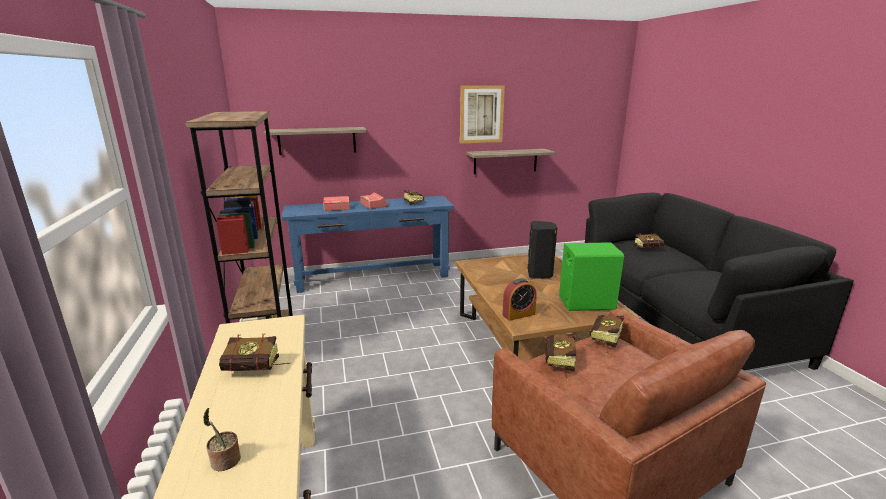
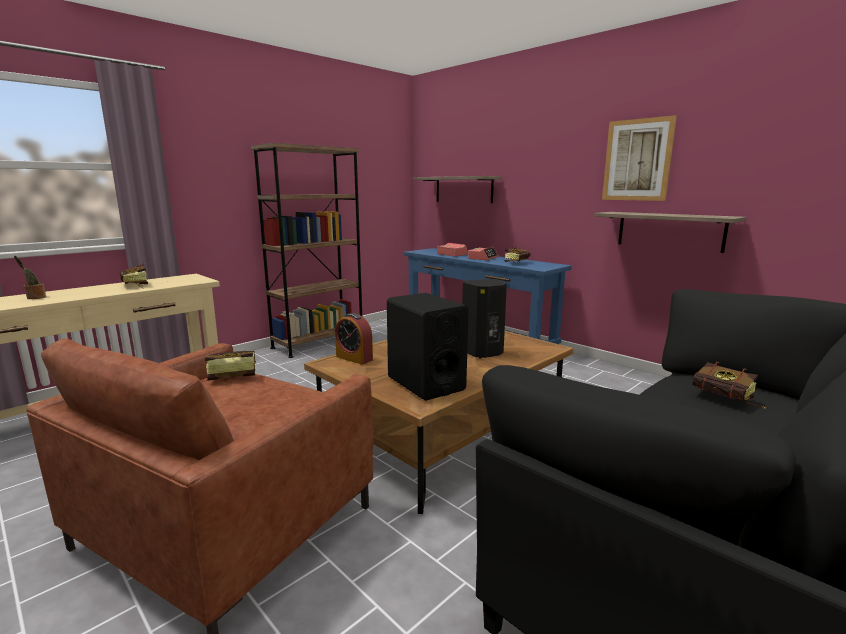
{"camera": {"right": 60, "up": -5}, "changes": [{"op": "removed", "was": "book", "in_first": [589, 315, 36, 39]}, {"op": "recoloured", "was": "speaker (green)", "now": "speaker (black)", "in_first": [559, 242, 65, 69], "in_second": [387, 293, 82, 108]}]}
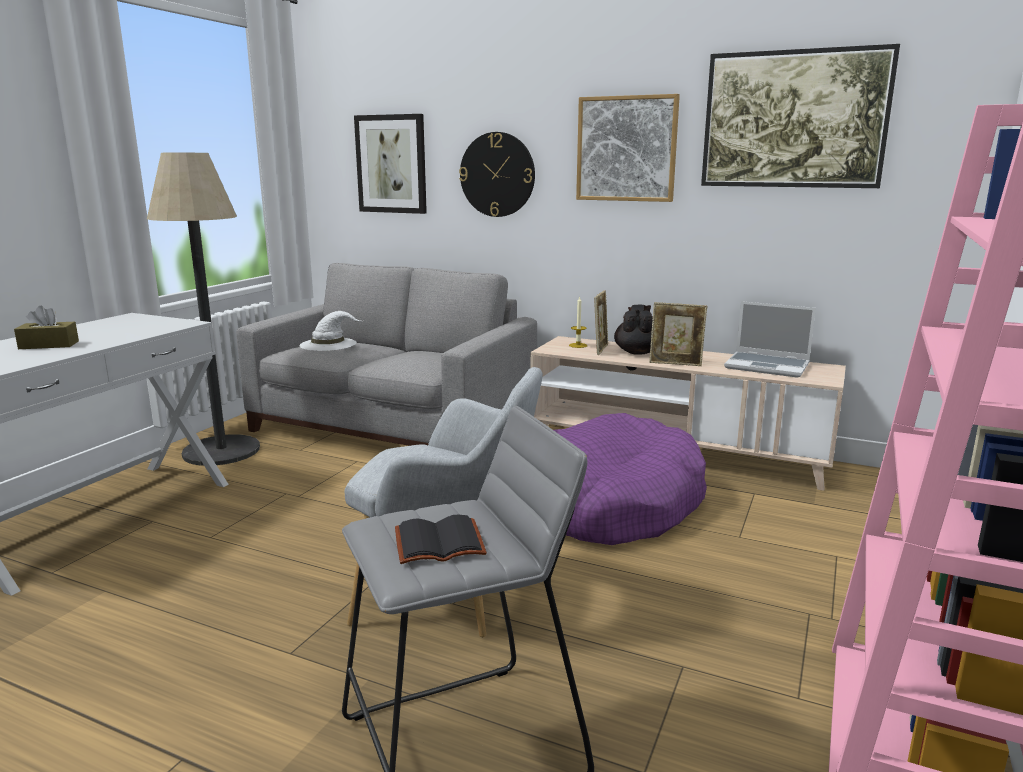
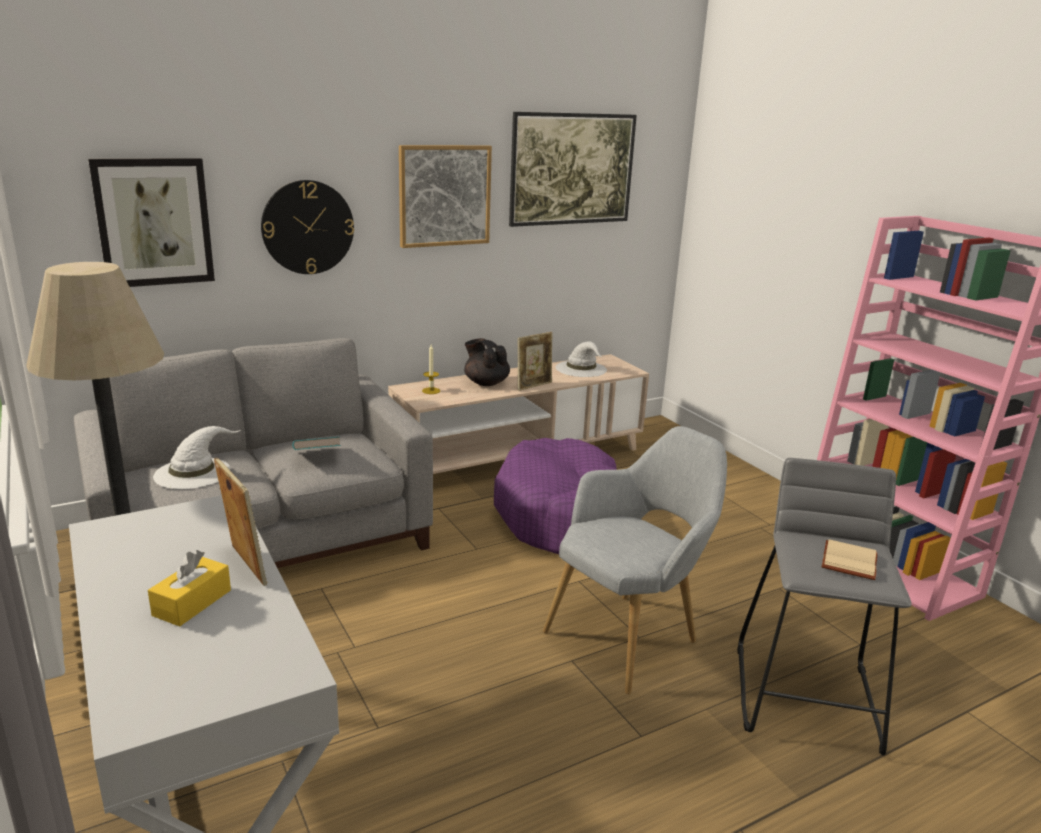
{"camera": {"right": -55, "up": 5}, "changes": [{"op": "added", "now": "book (turquoise)", "in_second": [292, 437, 49, 13]}, {"op": "moved", "was": "picture frame", "in_first": [594, 290, 15, 65], "in_second": [214, 458, 53, 128]}, {"op": "replaced", "was": "laptop", "now": "hat (white)", "in_first": [724, 301, 92, 77], "in_second": [556, 341, 51, 36]}, {"op": "recoloured", "was": "tissue box (brown)", "now": "tissue box (yellow)", "in_first": [14, 306, 65, 43], "in_second": [148, 550, 83, 76]}, {"op": "recoloured", "was": "book (black)", "now": "book (beige)", "in_first": [395, 514, 92, 50], "in_second": [822, 539, 55, 41]}]}
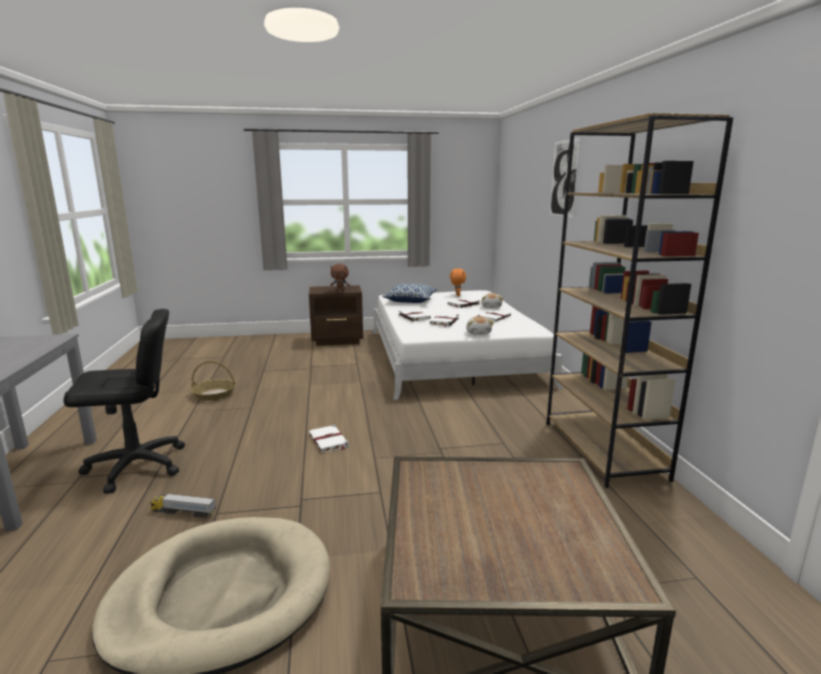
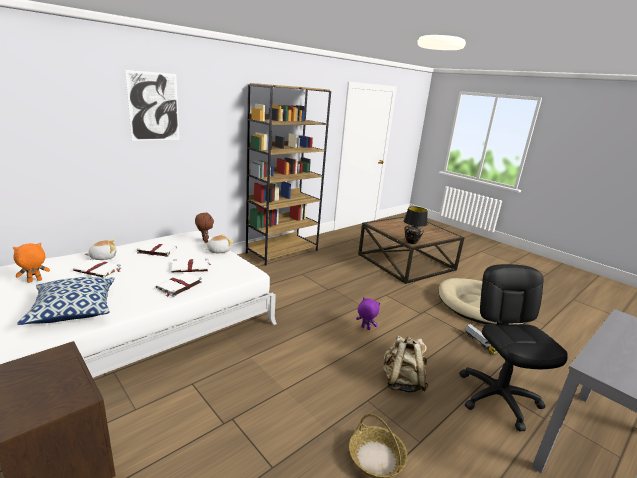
{"camera": {"right": -125, "up": 5}, "changes": [{"op": "added", "now": "backpack (beige)", "in_second": [383, 336, 46, 57]}, {"op": "added", "now": "table lamp (black)", "in_second": [404, 206, 24, 38]}, {"op": "moved", "was": "plush toy (brown)", "in_first": [330, 264, 20, 28], "in_second": [195, 212, 19, 31]}, {"op": "replaced", "was": "book (white)", "now": "plush toy (purple)", "in_first": [309, 425, 40, 28], "in_second": [356, 297, 24, 33]}, {"op": "turned", "was": "office chair (black)", "in_first": [63, 309, 122, 185], "in_second": [459, 264, 109, 167], "clockwise": 45}]}
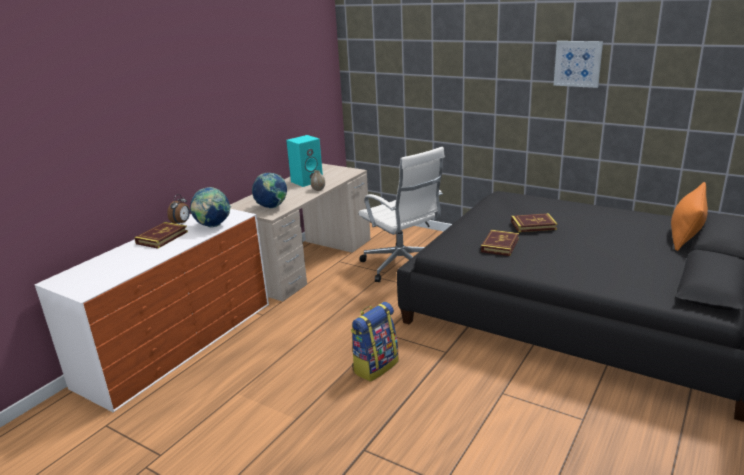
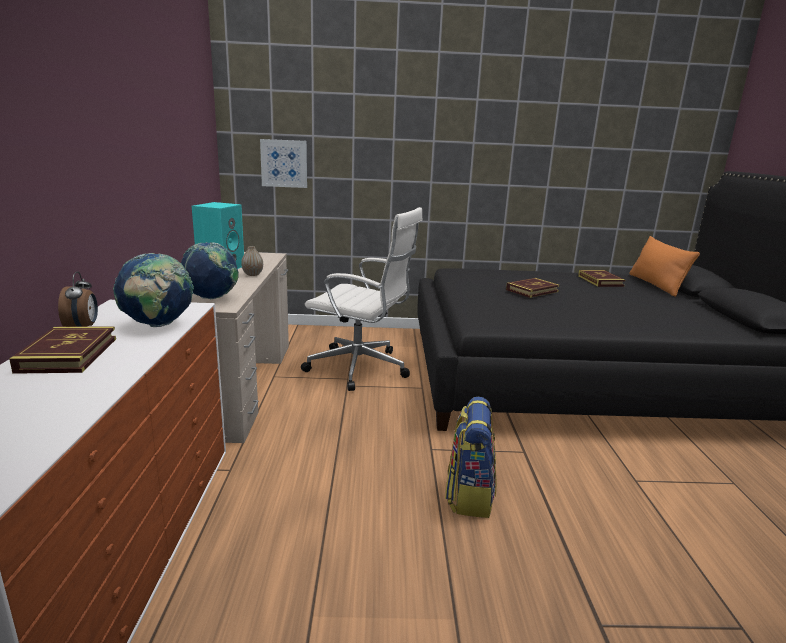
{"camera": {"right": -35, "up": -5}, "changes": [{"op": "moved", "was": "book", "in_first": [481, 230, 38, 26], "in_second": [578, 270, 47, 17]}, {"op": "moved", "was": "picture", "in_first": [554, 41, 49, 47], "in_second": [260, 139, 47, 49]}]}
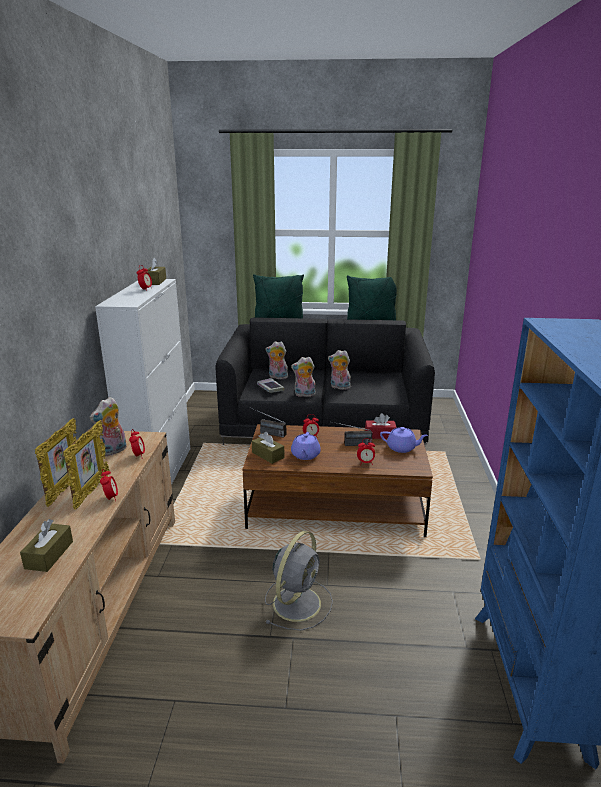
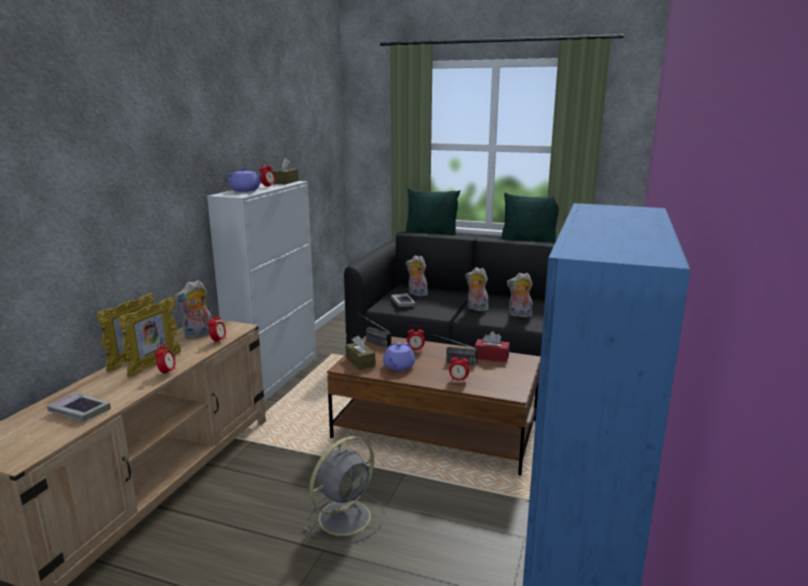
{"camera": {"right": 15, "up": -5}, "changes": [{"op": "moved", "was": "plush toy", "in_first": [291, 357, 25, 40], "in_second": [507, 273, 26, 44]}, {"op": "moved", "was": "teapot (purple)", "in_first": [380, 427, 48, 26], "in_second": [227, 167, 35, 25]}, {"op": "replaced", "was": "tissue box (brown)", "now": "book", "in_first": [20, 519, 53, 53], "in_second": [47, 392, 64, 29]}]}
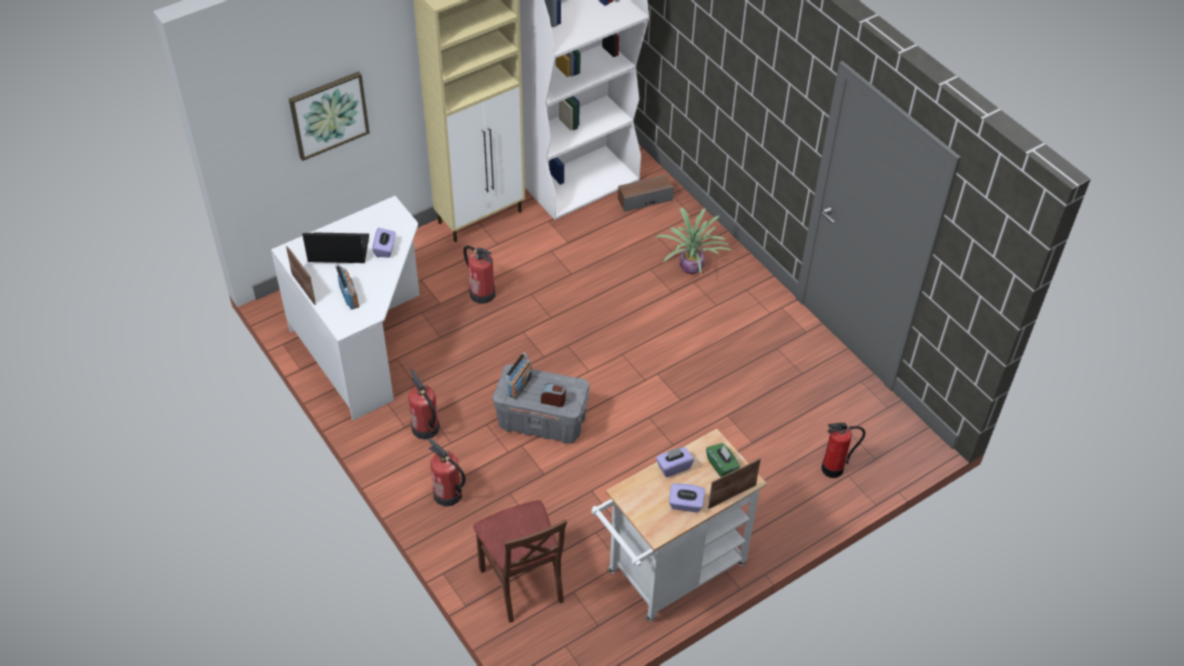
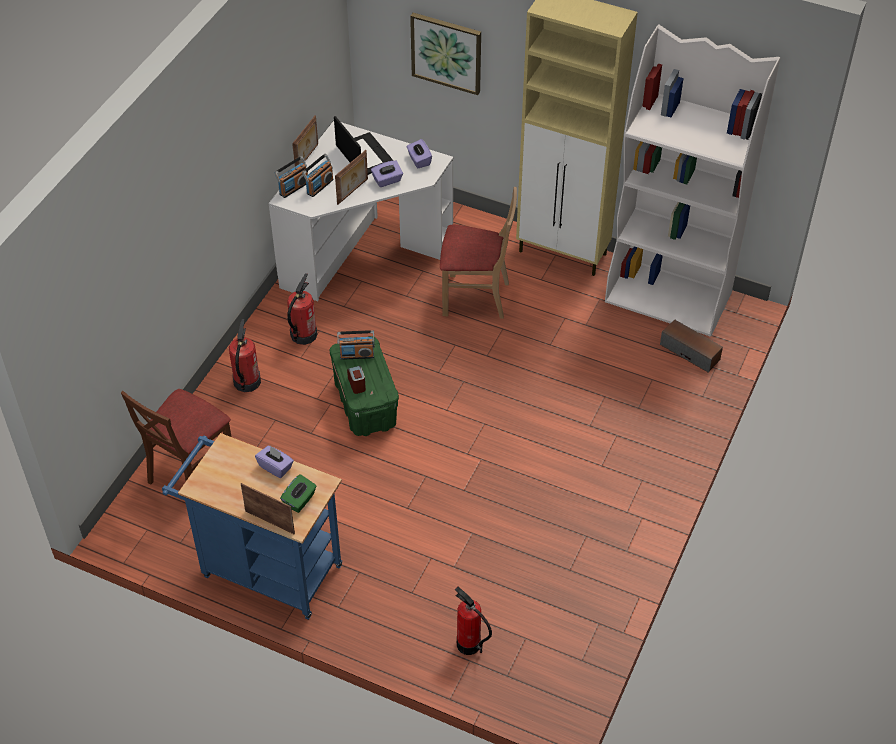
{"camera": {"right": 60, "up": 0}, "changes": [{"op": "removed", "was": "potted plant", "in_first": [654, 208, 78, 66]}, {"op": "added", "now": "radio", "in_second": [275, 156, 33, 42]}, {"op": "added", "now": "picture frame", "in_second": [335, 150, 33, 55]}, {"op": "moved", "was": "tissue box (purple)", "in_first": [669, 483, 36, 29], "in_second": [407, 139, 25, 29]}, {"op": "replaced", "was": "fire extinguisher", "now": "chair (beige)", "in_first": [463, 245, 32, 59], "in_second": [440, 187, 77, 132]}, {"op": "recoloured", "was": "storage box (grey)", "now": "storage box (green)", "in_first": [493, 364, 97, 80], "in_second": [330, 336, 69, 100]}, {"op": "recoloured", "was": "cart (white)", "now": "cart (blue)", "in_first": [592, 428, 175, 194], "in_second": [162, 433, 180, 187]}]}
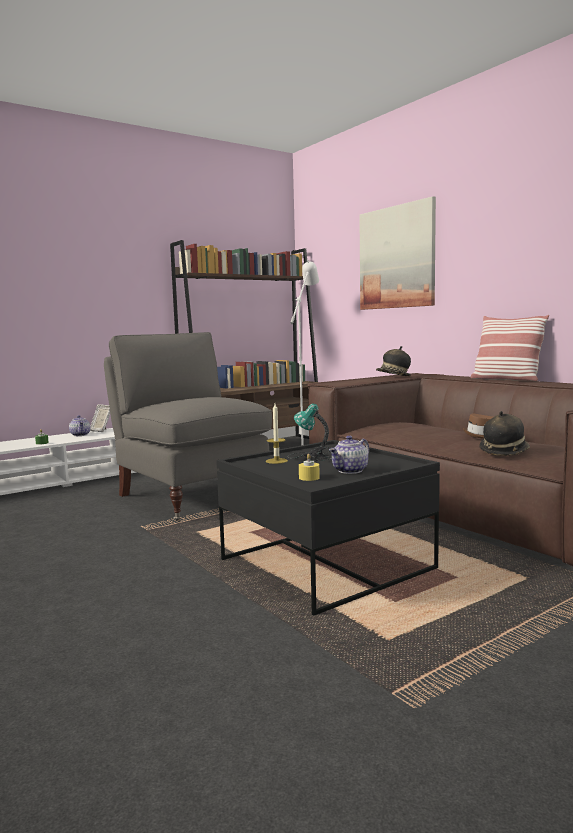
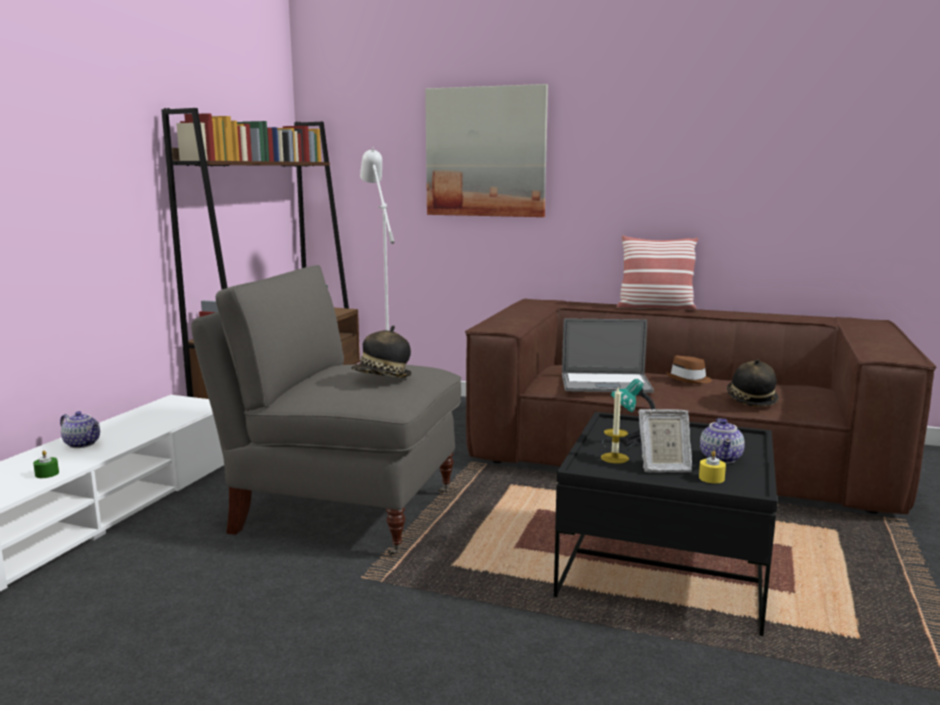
{"camera": {"right": -35, "up": 5}, "changes": [{"op": "added", "now": "laptop", "in_second": [562, 318, 92, 75]}, {"op": "moved", "was": "picture frame", "in_first": [90, 404, 20, 28], "in_second": [638, 409, 54, 64]}, {"op": "moved", "was": "hat", "in_first": [376, 346, 35, 30], "in_second": [351, 325, 60, 53]}]}
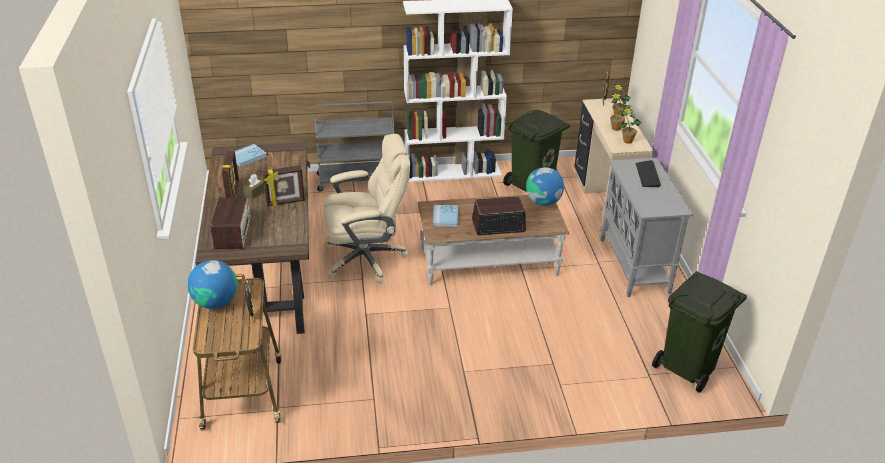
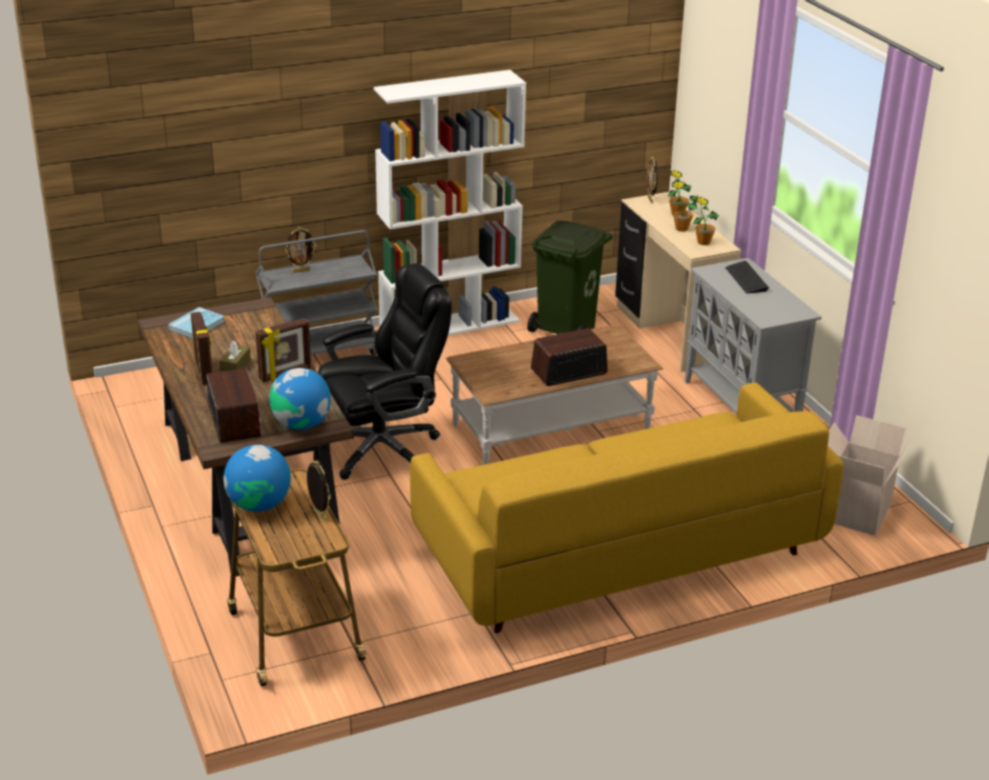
{"camera": {"right": -15, "up": -5}, "changes": [{"op": "removed", "was": "book (blue)", "in_first": [433, 205, 25, 22]}, {"op": "added", "now": "picture frame", "in_second": [285, 227, 31, 46]}, {"op": "added", "now": "sofa (yellow)", "in_second": [410, 382, 433, 251]}, {"op": "moved", "was": "globe", "in_first": [526, 167, 38, 39], "in_second": [269, 368, 62, 62]}, {"op": "replaced", "was": "trash can (green)", "now": "cardboard box", "in_first": [652, 271, 95, 122], "in_second": [828, 415, 84, 121]}, {"op": "recoloured", "was": "office chair (beige)", "now": "office chair (black)", "in_first": [324, 134, 86, 150], "in_second": [318, 263, 134, 217]}]}
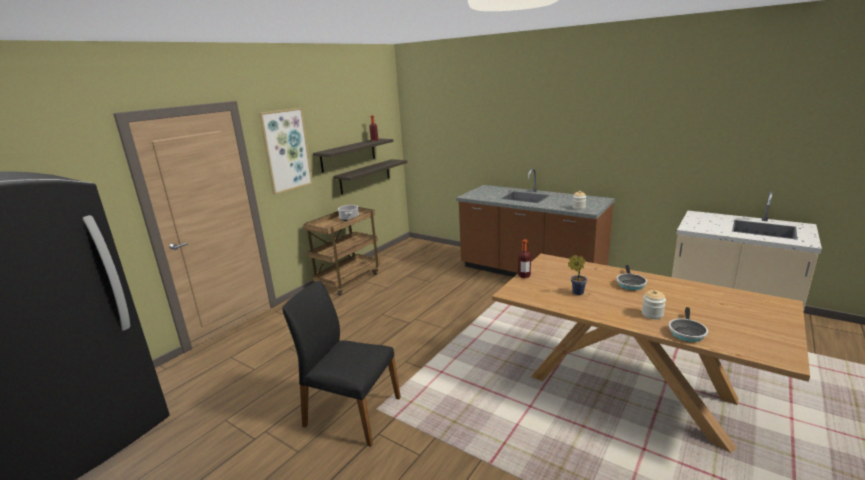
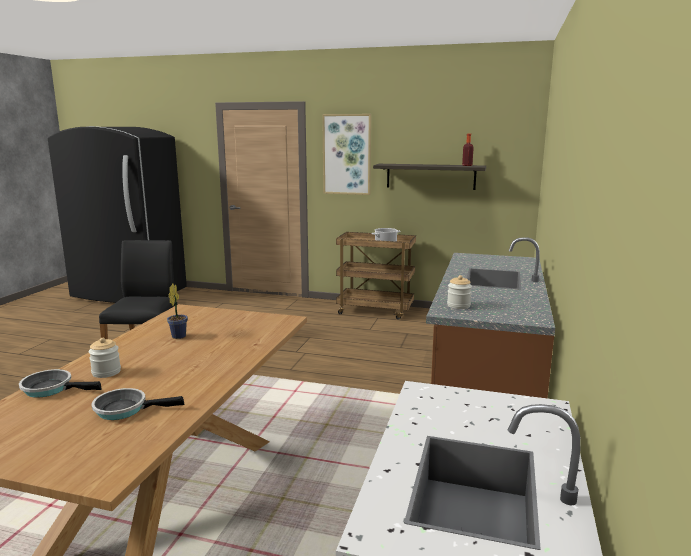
{"camera": {"right": 70, "up": -5}, "changes": [{"op": "removed", "was": "shelf", "in_first": [333, 159, 74, 35]}, {"op": "removed", "was": "bottle", "in_first": [518, 239, 13, 39]}, {"op": "moved", "was": "frying pan", "in_first": [616, 265, 31, 25], "in_second": [91, 388, 94, 32]}]}
